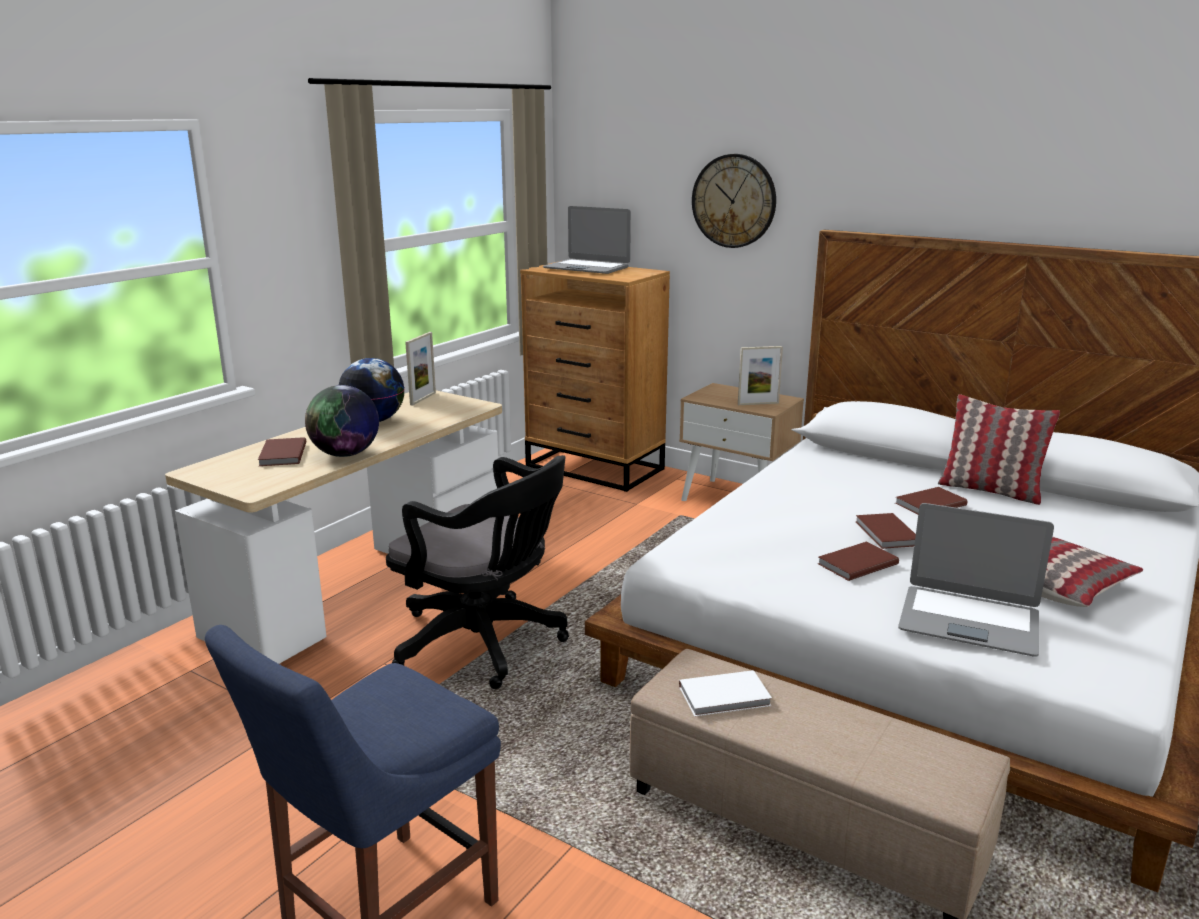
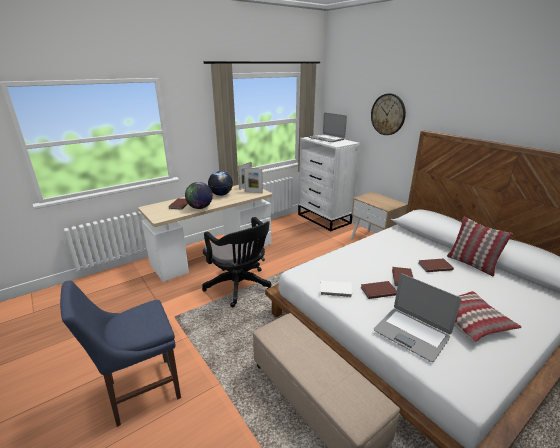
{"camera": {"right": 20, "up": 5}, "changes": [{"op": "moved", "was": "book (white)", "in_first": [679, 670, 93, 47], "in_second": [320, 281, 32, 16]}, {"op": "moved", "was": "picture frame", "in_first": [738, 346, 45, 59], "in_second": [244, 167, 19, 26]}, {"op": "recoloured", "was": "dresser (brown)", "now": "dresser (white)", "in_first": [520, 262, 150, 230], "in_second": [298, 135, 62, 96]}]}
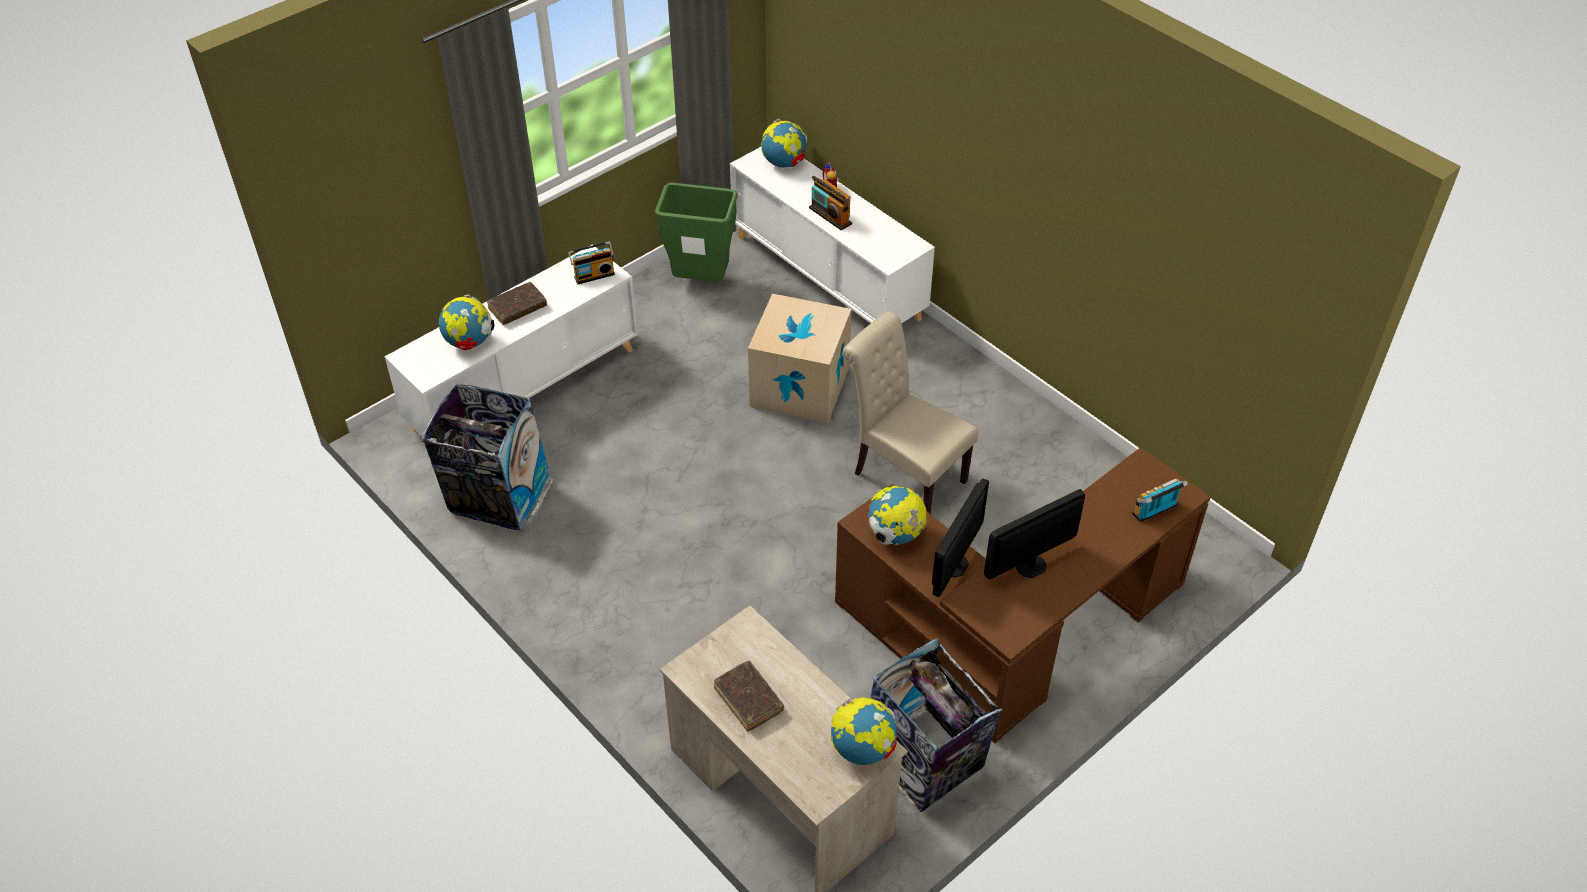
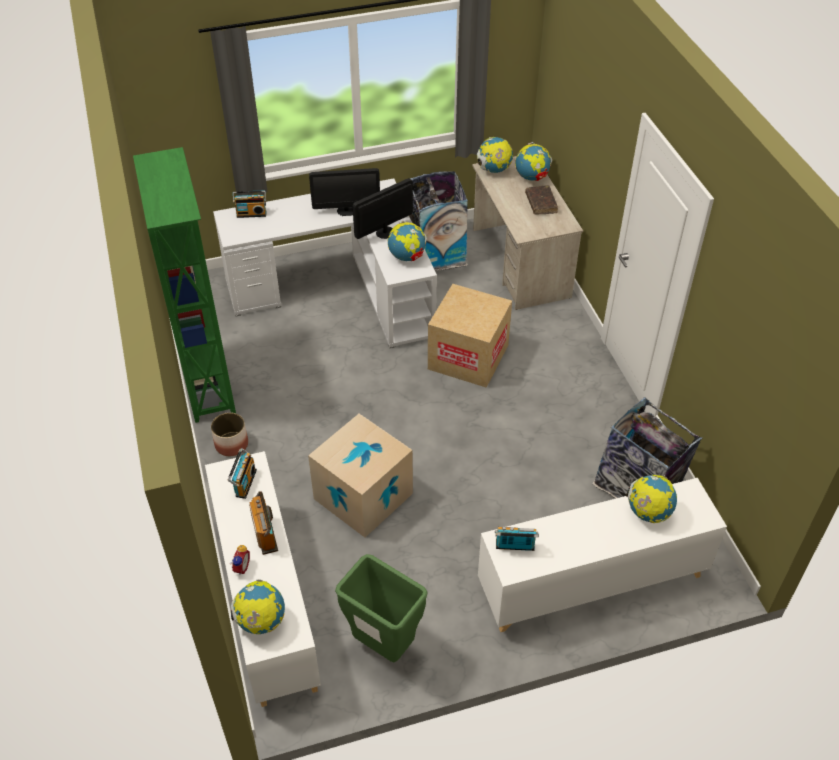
{"camera": {"right": -155, "up": 0}, "changes": [{"op": "removed", "was": "book (brown)", "in_first": [487, 282, 60, 43]}, {"op": "removed", "was": "chair (beige)", "in_first": [843, 312, 135, 202]}, {"op": "added", "now": "bookcase (green)", "in_second": [133, 147, 103, 276]}, {"op": "added", "now": "planter", "in_second": [211, 412, 37, 44]}, {"op": "added", "now": "radio", "in_second": [228, 448, 29, 51]}, {"op": "added", "now": "cardboard box", "in_second": [428, 284, 84, 104]}, {"op": "added", "now": "globe", "in_second": [515, 142, 37, 39]}, {"op": "recoloured", "was": "desk (brown)", "now": "desk (white)", "in_first": [835, 447, 376, 297], "in_second": [213, 178, 224, 170]}]}
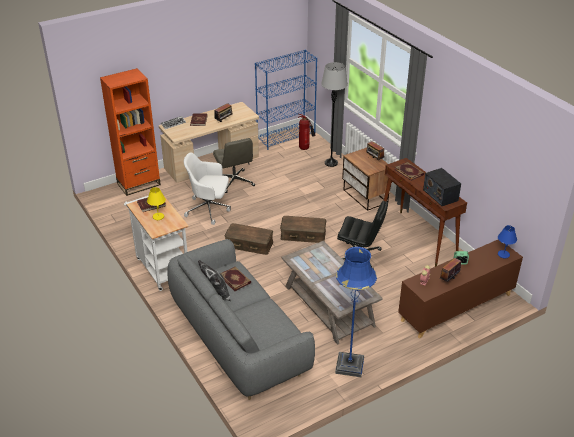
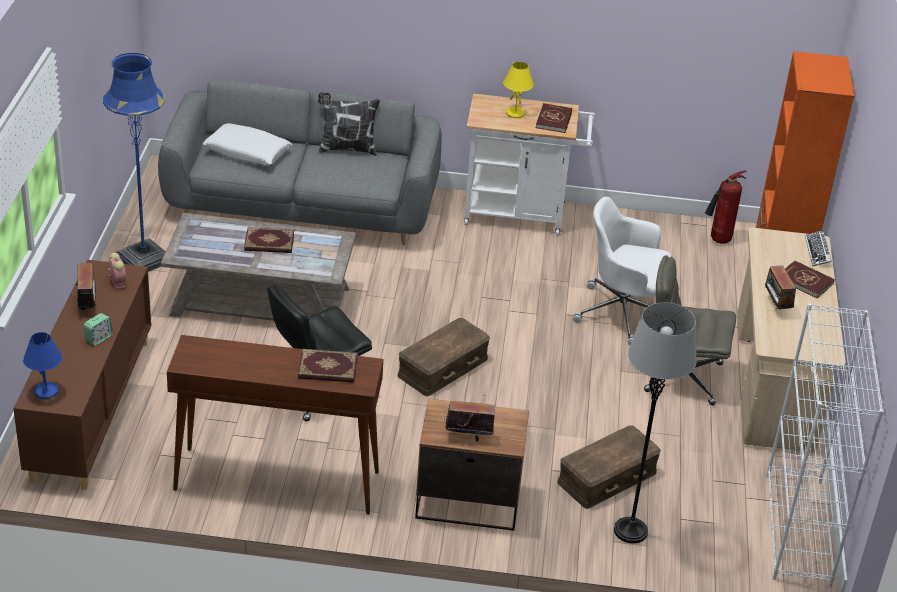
{"camera": {"right": 125, "up": 0}, "changes": [{"op": "removed", "was": "radio", "in_first": [423, 168, 38, 38]}, {"op": "added", "now": "pillow (white)", "in_second": [203, 123, 89, 43]}, {"op": "moved", "was": "book", "in_first": [220, 267, 31, 24], "in_second": [244, 227, 50, 26]}, {"op": "moved", "was": "storage box (brown)", "in_first": [225, 223, 48, 32], "in_second": [557, 425, 104, 84]}, {"op": "moved", "was": "fire extinguisher", "in_first": [298, 114, 17, 36], "in_second": [705, 170, 42, 74]}, {"op": "recoloured", "was": "bookcase (blue)", "now": "bookcase (white)", "in_first": [255, 50, 62, 100], "in_second": [766, 304, 118, 283]}, {"op": "turned", "was": "office chair (white)", "in_first": [184, 153, 47, 72], "in_second": [573, 197, 98, 148], "clockwise": -120}]}
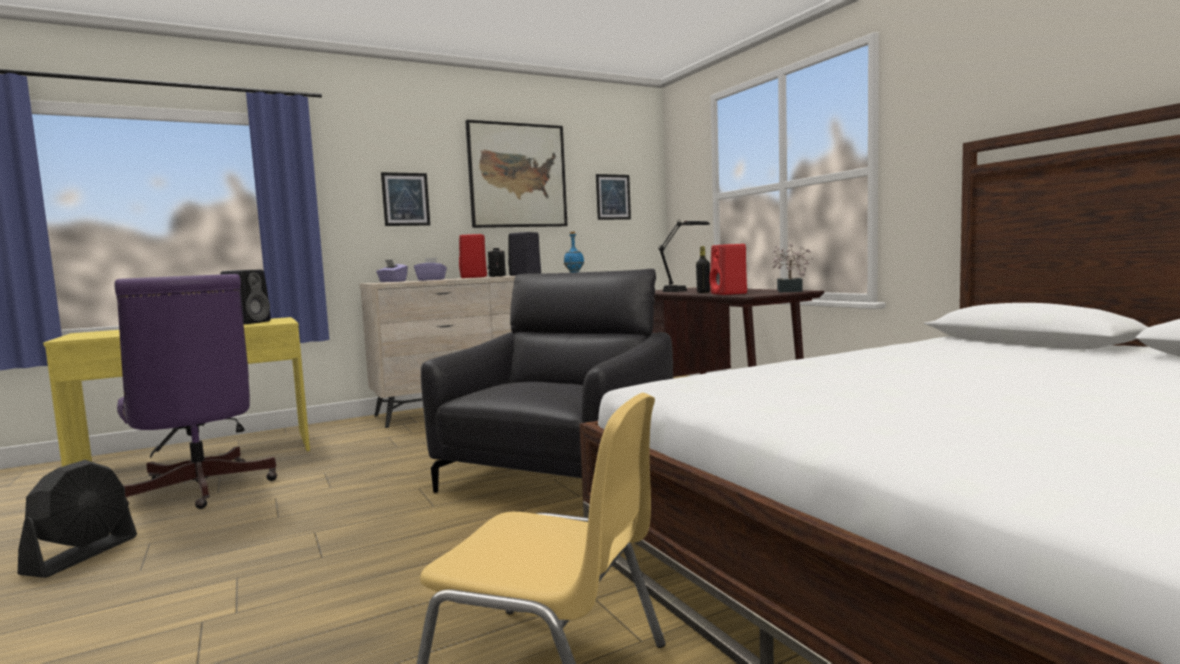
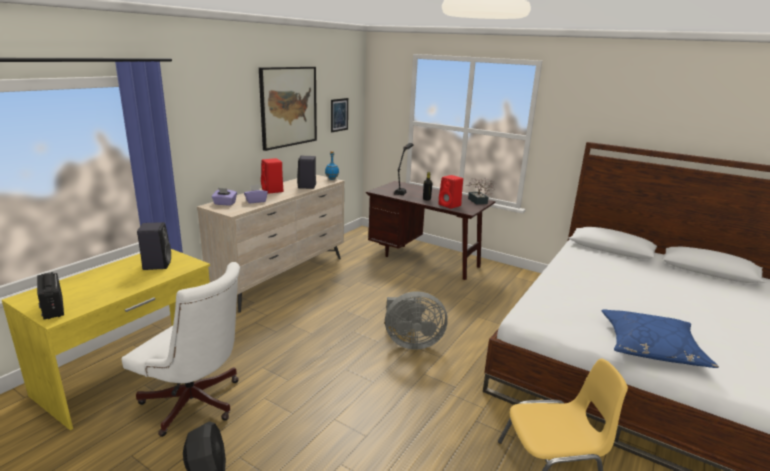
{"camera": {"right": -30, "up": 15}, "changes": [{"op": "removed", "was": "picture", "in_first": [381, 172, 49, 54]}, {"op": "added", "now": "pillow (blue)", "in_second": [602, 309, 117, 59]}, {"op": "moved", "was": "radio", "in_first": [488, 248, 18, 29], "in_second": [37, 272, 27, 48]}, {"op": "replaced", "was": "armchair (black)", "now": "fan (grey)", "in_first": [421, 269, 252, 224], "in_second": [385, 291, 63, 59]}, {"op": "recoloured", "was": "office chair (purple)", "now": "office chair (white)", "in_first": [114, 274, 163, 235], "in_second": [121, 262, 119, 175]}]}
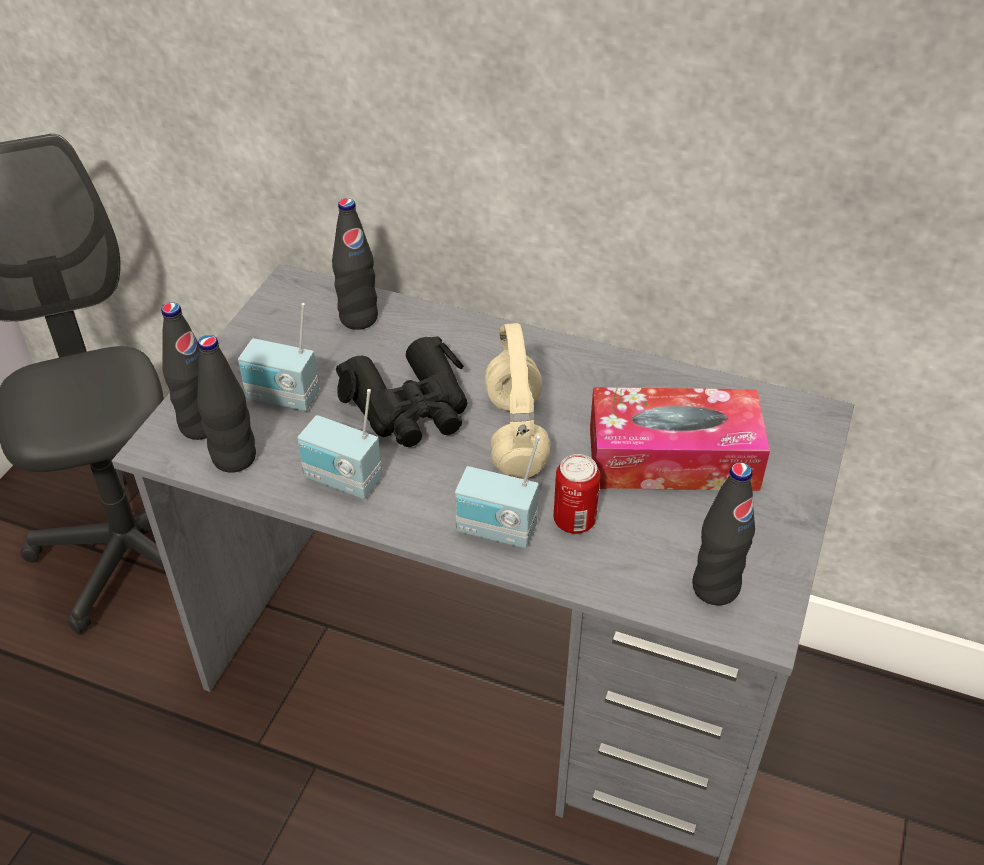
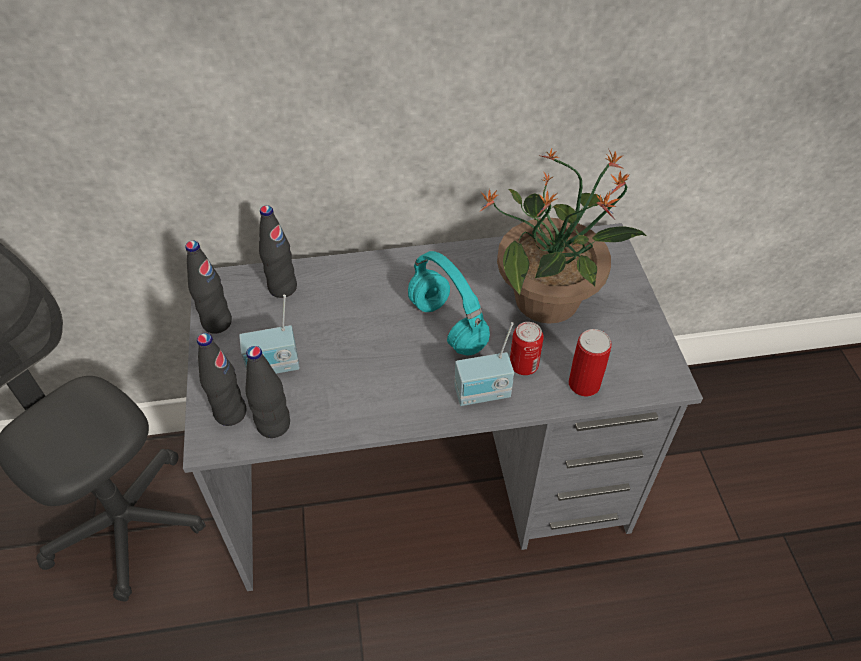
{"camera": {"right": -30, "up": 5}, "changes": [{"op": "removed", "was": "radio", "in_first": [297, 389, 85, 110]}, {"op": "removed", "was": "binoculars (black)", "in_first": [336, 337, 132, 110]}, {"op": "added", "now": "can", "in_second": [569, 329, 43, 68]}, {"op": "moved", "was": "bottle (black)", "in_first": [692, 463, 63, 142], "in_second": [185, 241, 47, 93]}, {"op": "replaced", "was": "tissue box", "now": "potted plant", "in_first": [590, 387, 180, 104], "in_second": [479, 149, 167, 175]}, {"op": "recoloured", "was": "headphones (beige)", "now": "headphones (turquoise)", "in_first": [485, 323, 66, 156], "in_second": [408, 251, 82, 104]}]}
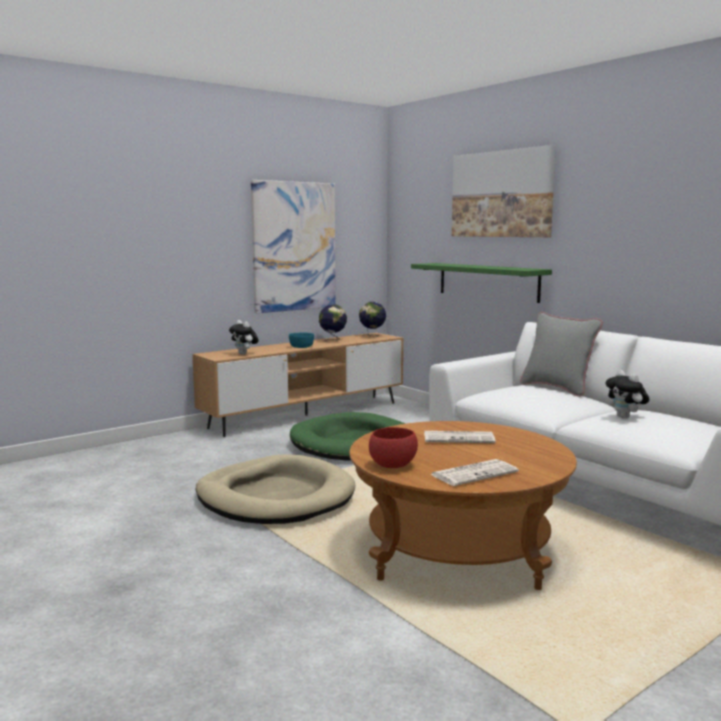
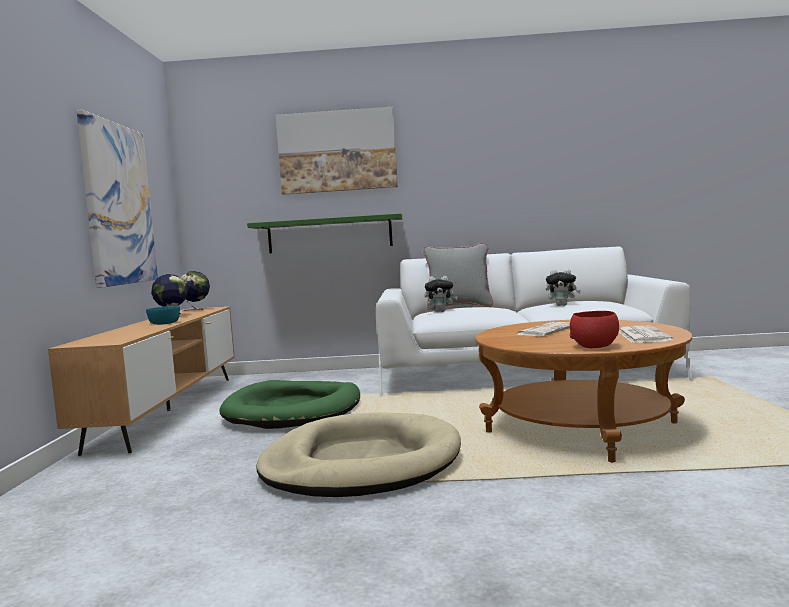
{"camera": {"right": -50, "up": -5}, "changes": [{"op": "moved", "was": "plush toy", "in_first": [229, 320, 30, 35], "in_second": [425, 276, 33, 36]}]}
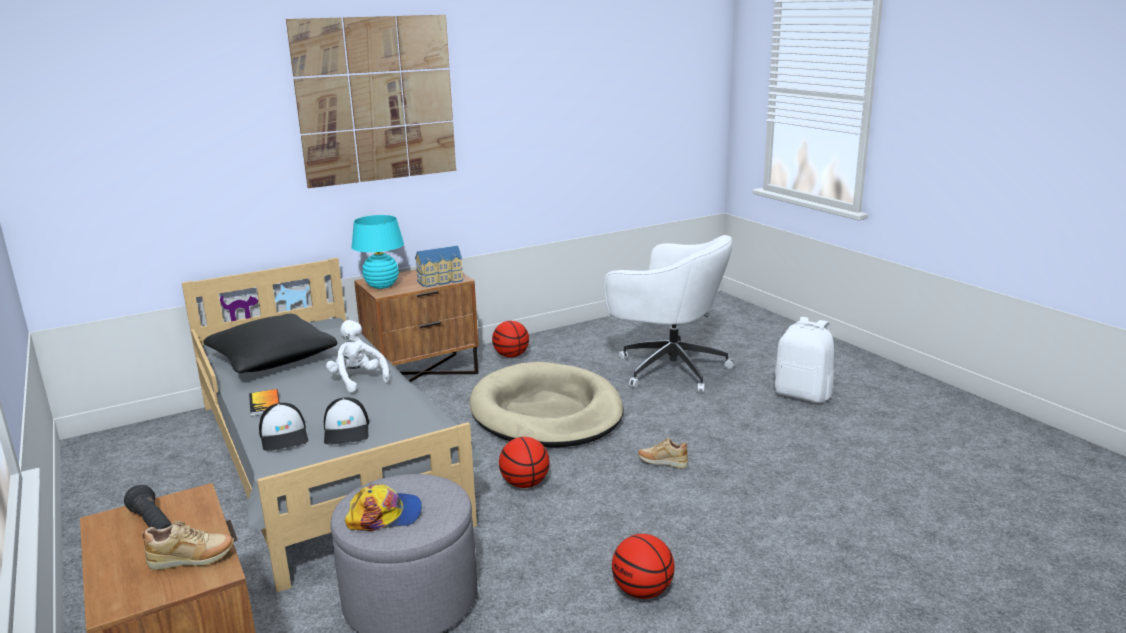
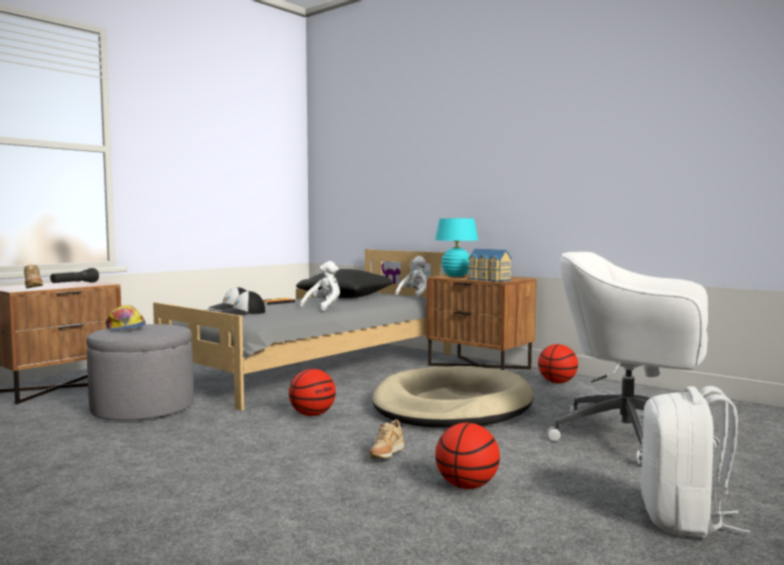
{"camera": {"right": 70, "up": -15}, "changes": [{"op": "removed", "was": "picture", "in_first": [286, 15, 170, 173]}, {"op": "added", "now": "plush toy (white)", "in_second": [395, 256, 32, 43]}, {"op": "moved", "was": "basketball", "in_first": [612, 534, 63, 65], "in_second": [435, 423, 65, 66]}, {"op": "turned", "was": "office chair (white)", "in_first": [604, 235, 130, 158], "in_second": [547, 252, 172, 213], "clockwise": 105}, {"op": "turned", "was": "shoe (beige)", "in_first": [638, 438, 50, 30], "in_second": [370, 419, 34, 39], "clockwise": -150}]}
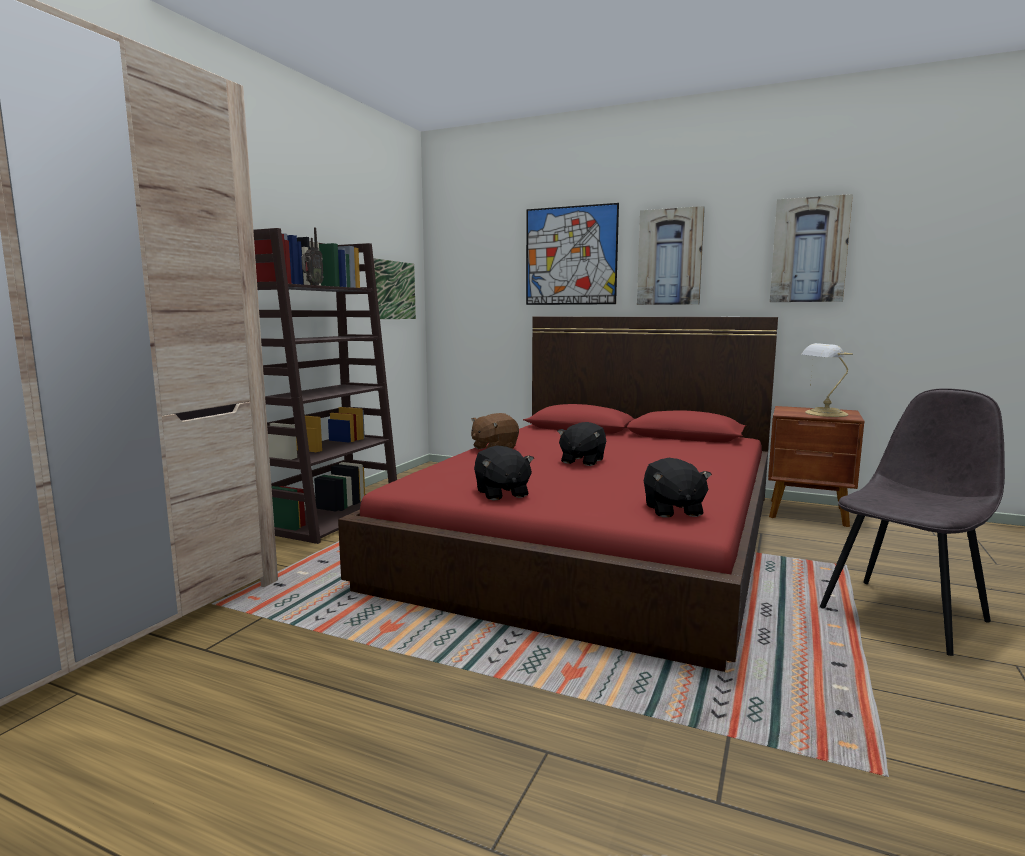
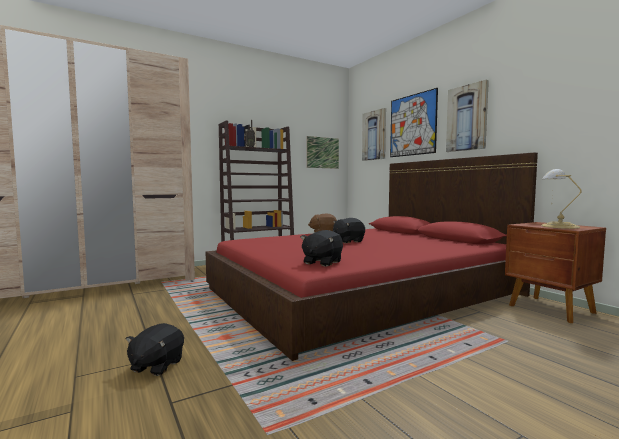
{"camera": {"right": 35, "up": -5}, "changes": [{"op": "removed", "was": "chair (grey)", "in_first": [820, 388, 185, 268]}, {"op": "moved", "was": "plush toy (black)", "in_first": [474, 445, 60, 56], "in_second": [126, 323, 58, 53]}, {"op": "moved", "was": "picture", "in_first": [770, 194, 83, 108], "in_second": [362, 108, 24, 53]}]}
